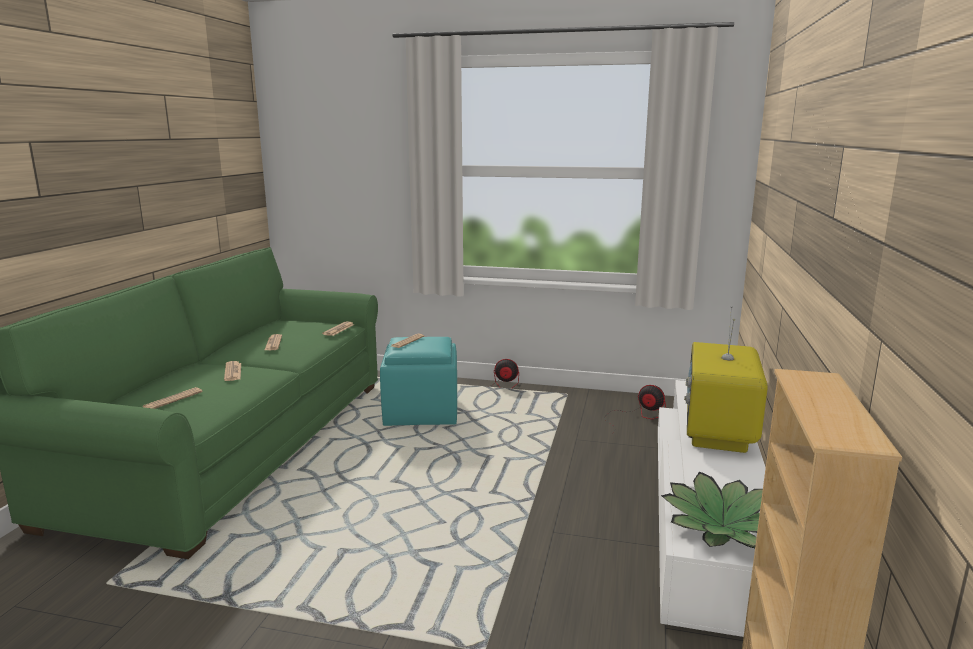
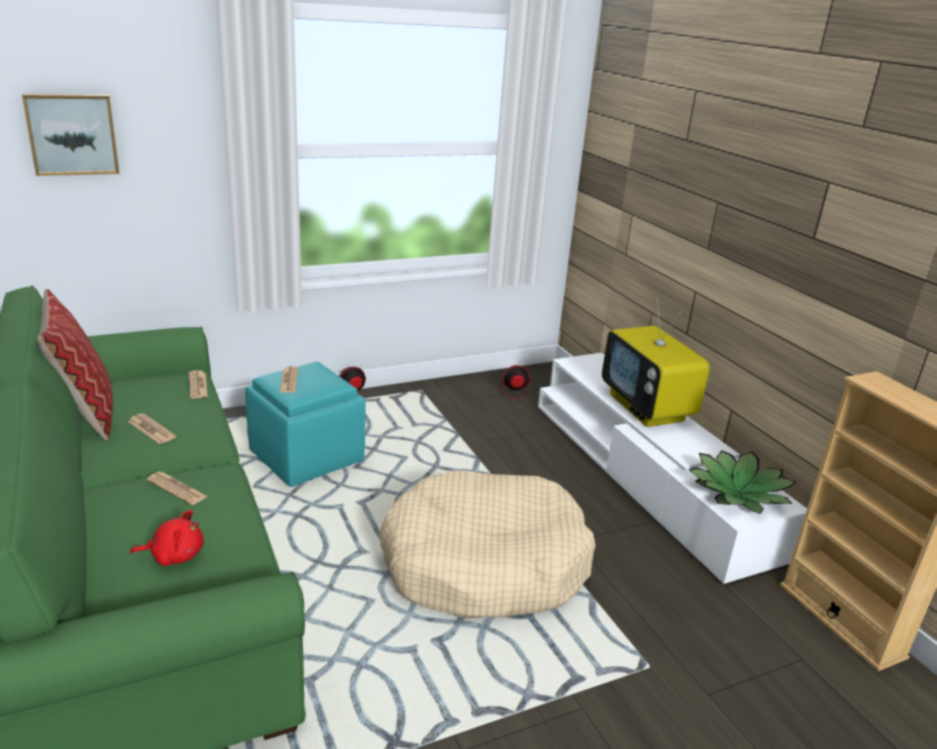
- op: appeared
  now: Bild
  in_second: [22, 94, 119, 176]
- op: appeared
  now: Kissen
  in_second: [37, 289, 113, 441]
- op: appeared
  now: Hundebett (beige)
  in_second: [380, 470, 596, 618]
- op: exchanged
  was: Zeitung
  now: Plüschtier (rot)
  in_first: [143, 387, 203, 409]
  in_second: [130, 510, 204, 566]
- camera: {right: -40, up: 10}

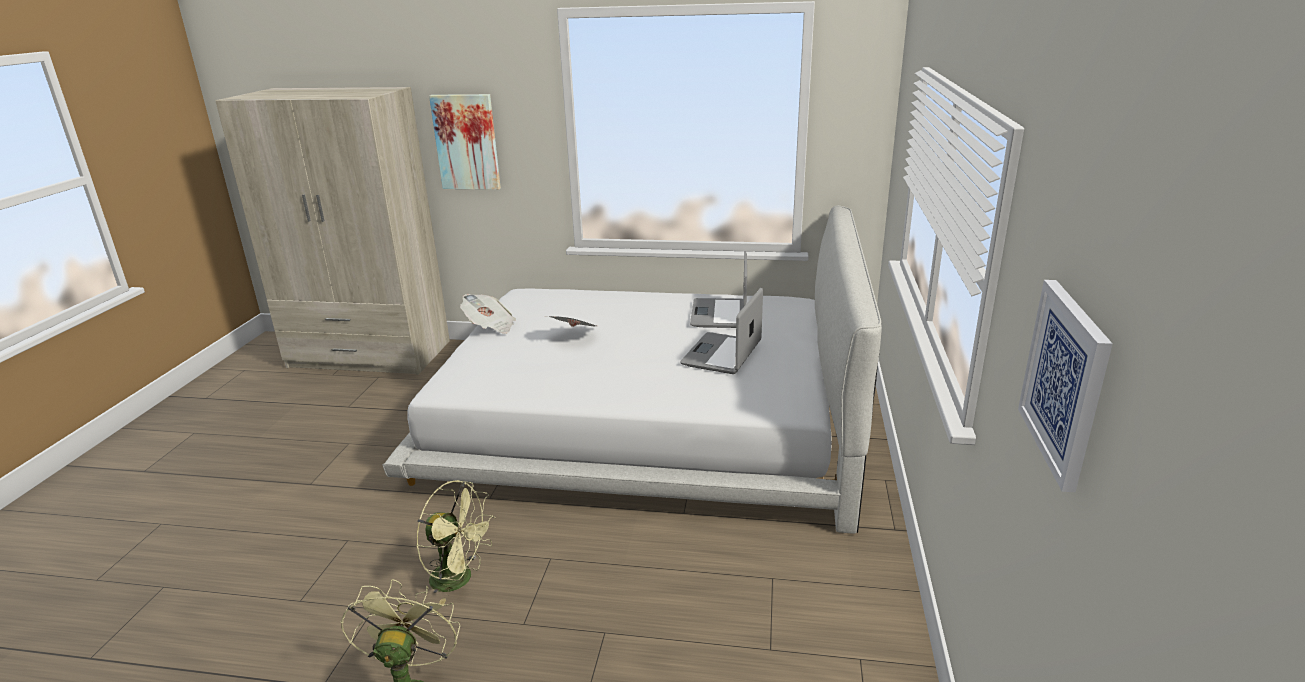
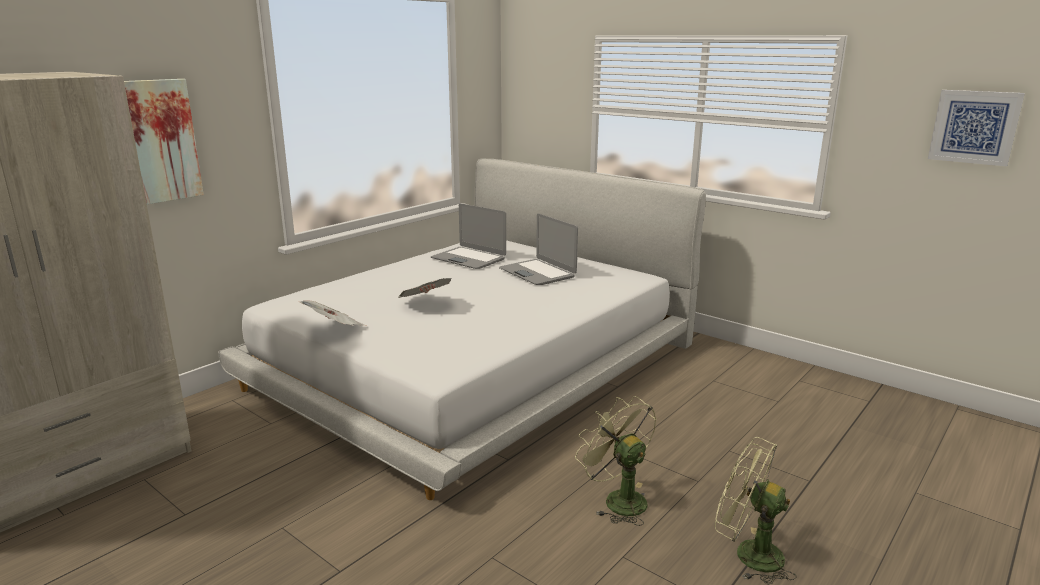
- op: spun
  was: Ventilator (grün)
  in_first: [416, 480, 496, 605]
  in_second: [575, 396, 656, 526]
  clockwise: -90
- camera: {right: -60, up: -5}

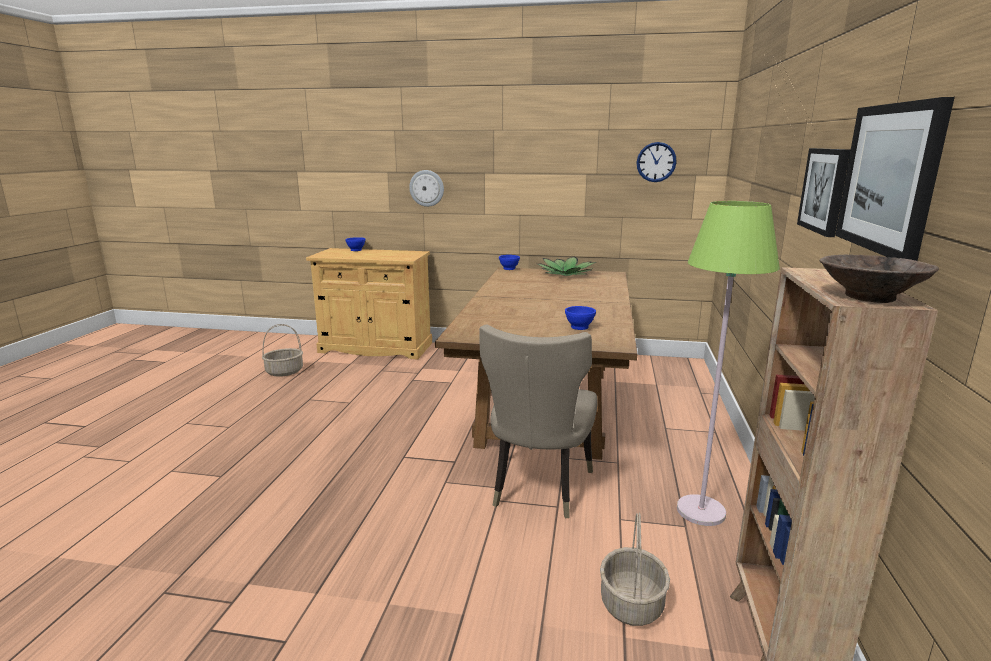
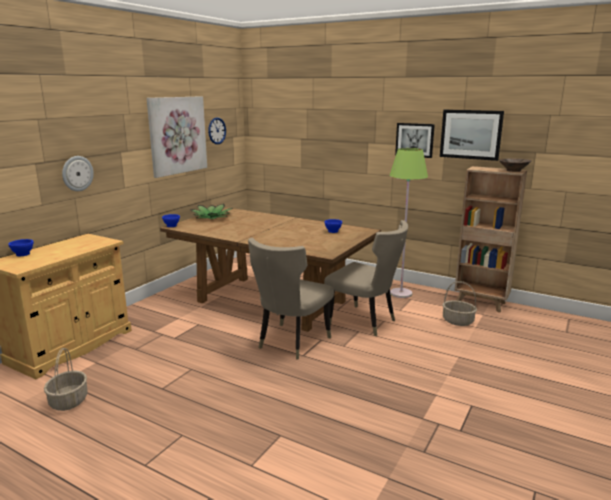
- op: appeared
  now: Bild
  in_second: [147, 96, 207, 178]
- op: appeared
  now: Stuhl (beige)
  in_second: [248, 238, 334, 359]
- camera: {right: -70, up: 0}

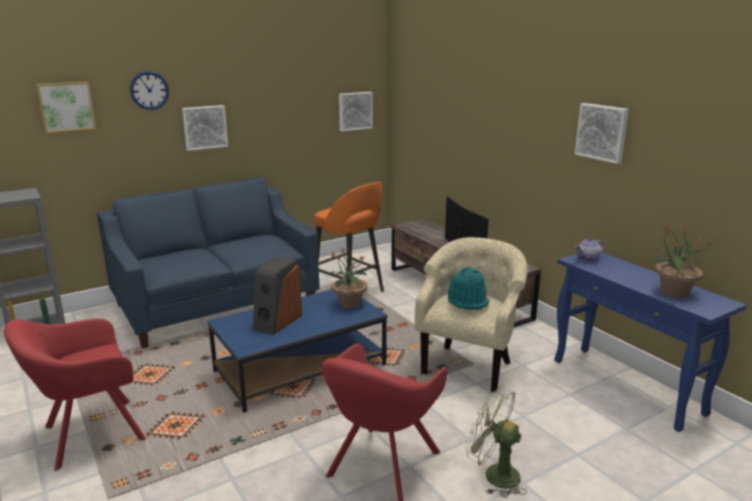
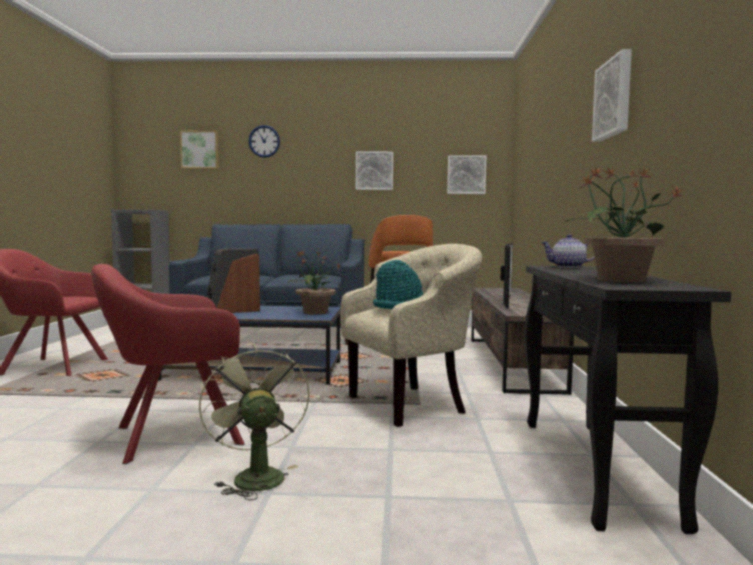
- op: relocated
  was: Bild
  in_first: [182, 105, 228, 151]
  in_second: [356, 151, 393, 190]
- op: colour
  was: Konsolentisch (blau)
  now: Konsolentisch (schwarz)
  in_first: [554, 252, 746, 432]
  in_second: [524, 266, 732, 534]
- camera: {right: 35, up: -15}

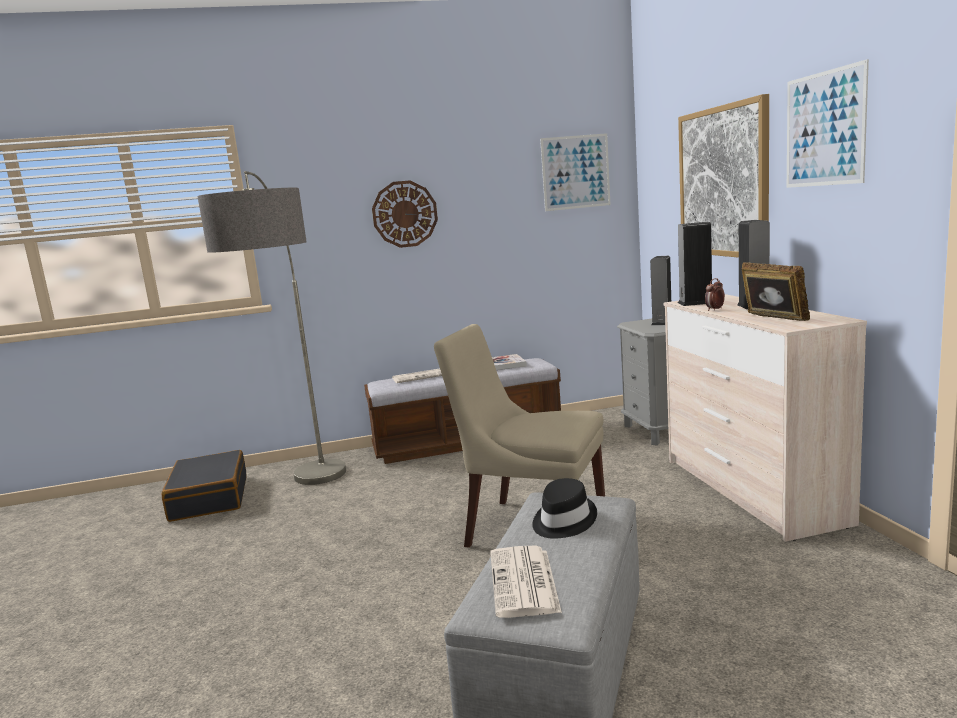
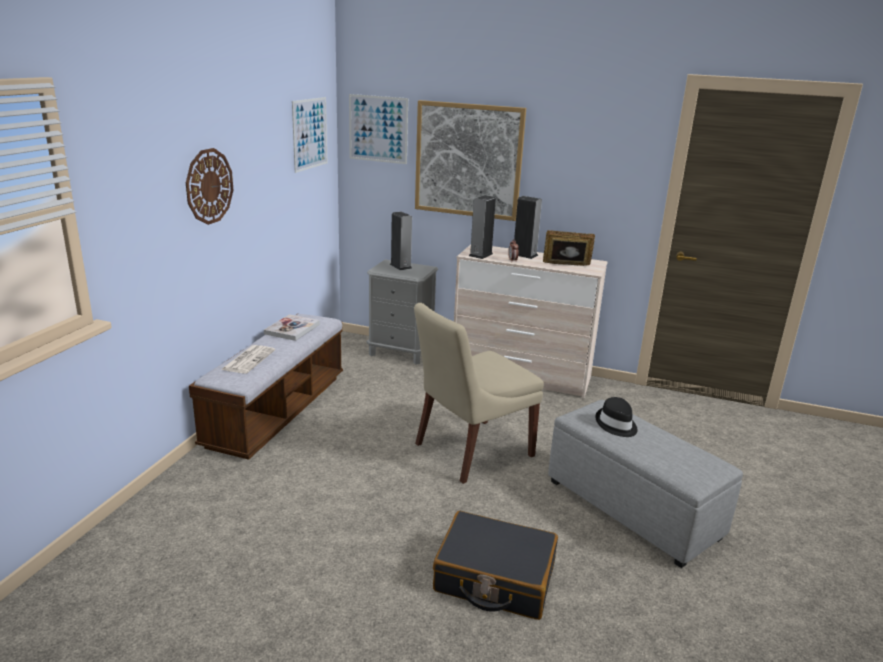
- op: missing
  was: Stehlampe
  in_first: [197, 171, 346, 485]
- op: missing
  was: Zeitung
  in_first: [490, 546, 562, 618]
- op: relocated
  was: Koffer (schwarz)
  in_first: [162, 450, 247, 522]
  in_second: [433, 511, 558, 620]
- op: relocated
  was: Bild
  in_first: [787, 59, 869, 188]
  in_second: [349, 94, 408, 164]
- camera: {right: -60, up: 10}

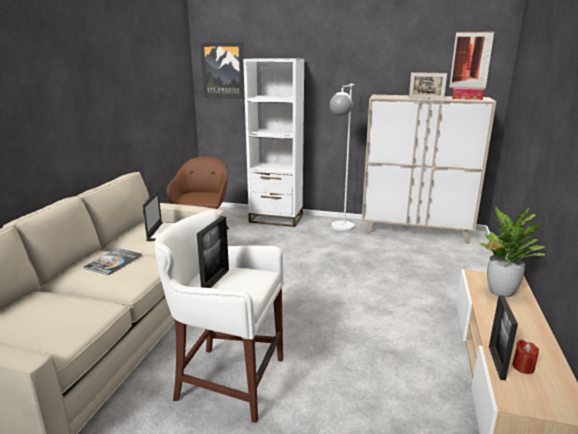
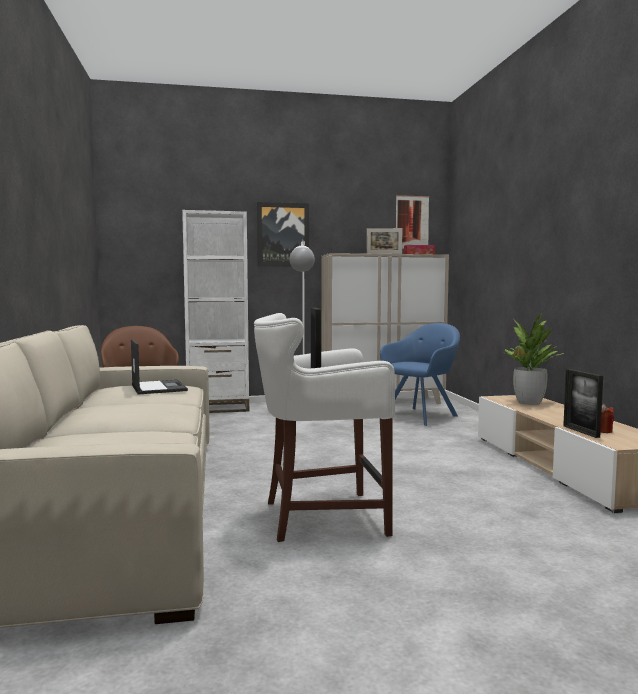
- op: missing
  was: Buch
  in_first: [84, 248, 142, 275]
- op: appeared
  now: Sessel (blau)
  in_second: [380, 323, 460, 426]
- op: relocated
  was: Bild
  in_first: [200, 42, 245, 99]
  in_second: [257, 202, 309, 267]
- camera: {right: -25, up: -15}

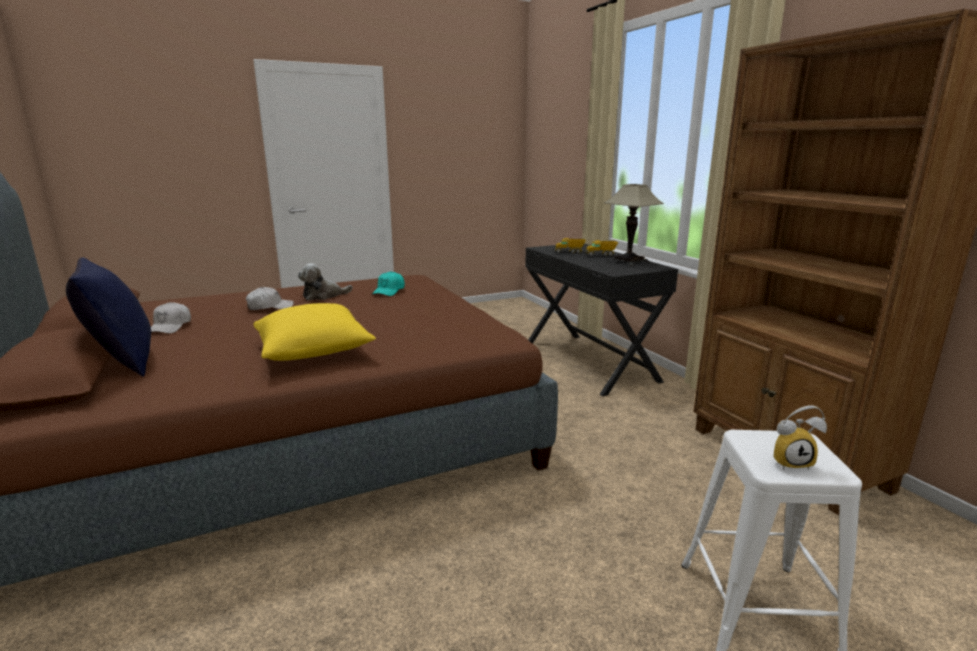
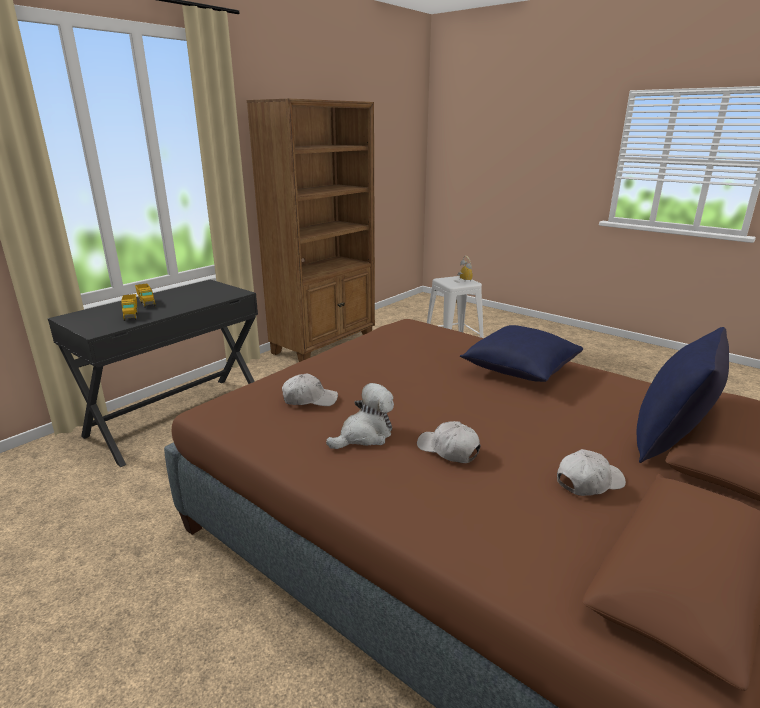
- op: missing
  was: Tischlampe
  in_first: [604, 184, 664, 266]
- op: colour
  was: Kissen (gelb)
  now: Kissen (blau)
  in_first: [253, 303, 376, 361]
  in_second: [460, 325, 583, 382]
- op: colour
  was: Kappe (türkis)
  now: Kappe (weiß)
  in_first: [372, 271, 405, 296]
  in_second: [282, 373, 338, 406]
- op: spun
  was: Plüschtier
  in_first: [298, 263, 353, 301]
  in_second: [326, 383, 394, 449]
  clockwise: -75
- camera: {right: -115, up: 5}

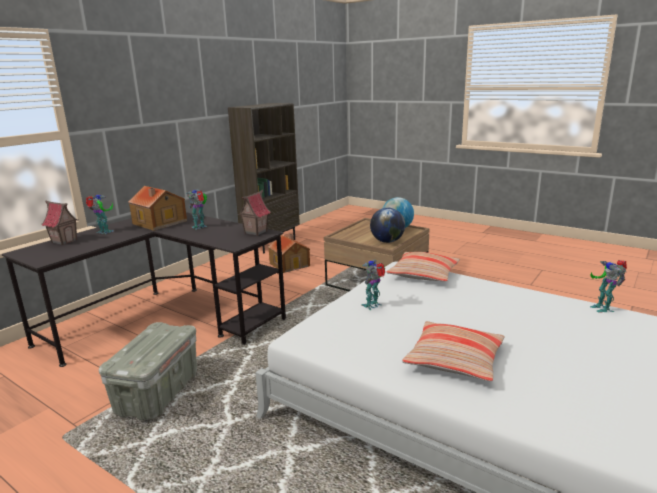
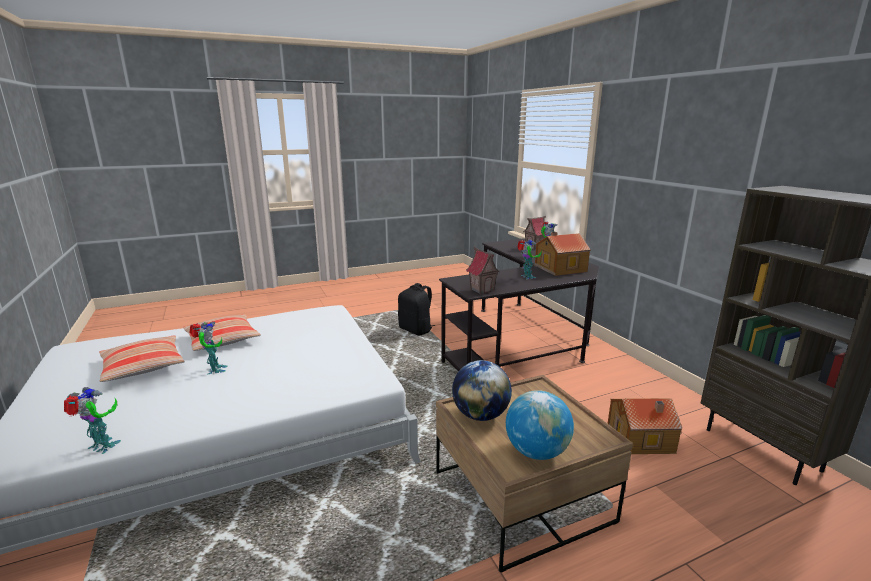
- op: relocated
  was: Spielzeugroboter
  in_first: [361, 259, 385, 310]
  in_second: [189, 322, 227, 374]
- op: relocated
  was: Kissen
  in_first: [386, 252, 460, 282]
  in_second: [99, 335, 185, 382]
- op: exchanged
  was: Aufbewahrungsbox (grau)
  now: Rucksack (schwarz)
  in_first: [99, 322, 197, 421]
  in_second: [398, 283, 435, 335]
- camera: {right: 120, up: 0}

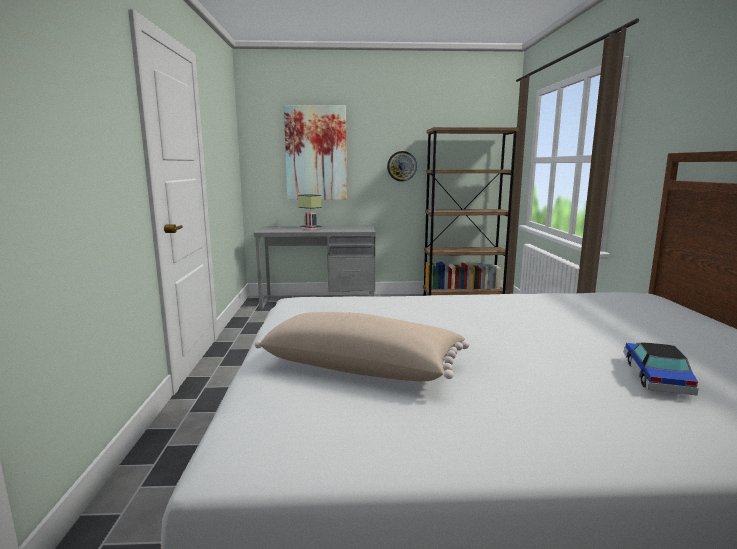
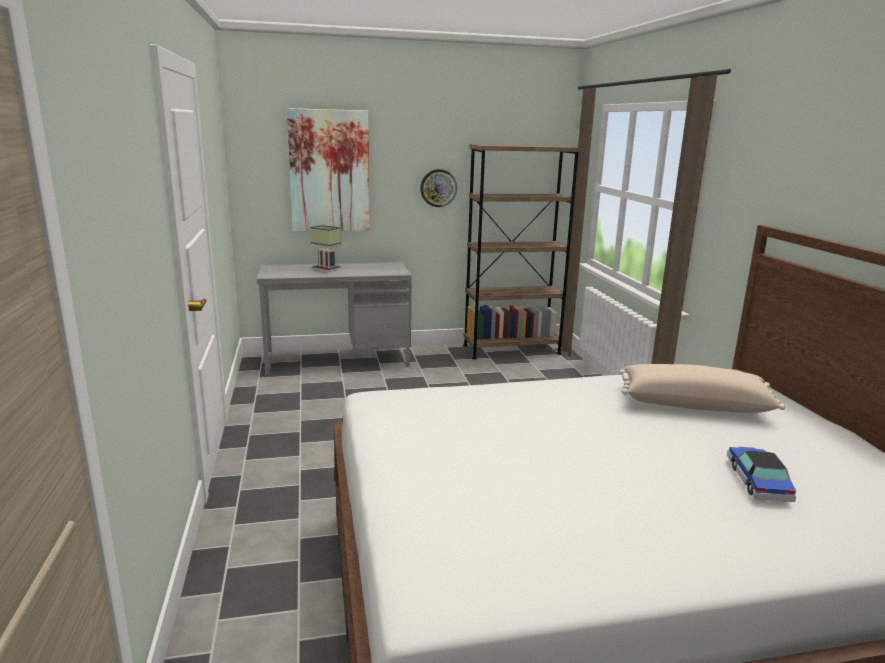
- op: relocated
  was: Kissen (beige)
  in_first: [255, 312, 469, 381]
  in_second: [619, 364, 785, 413]
- camera: {right: -10, up: 5}

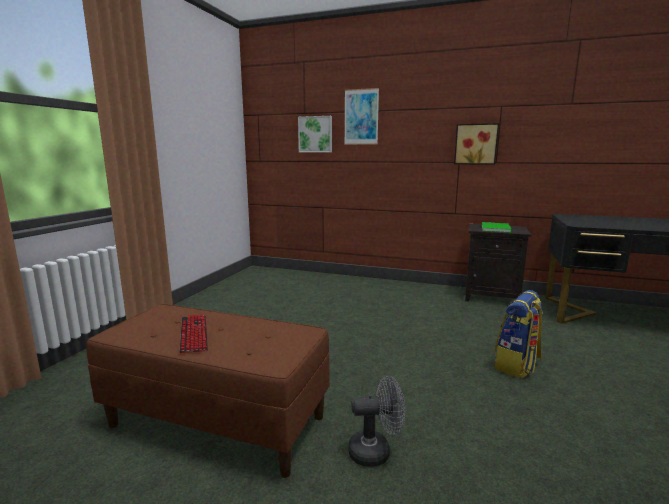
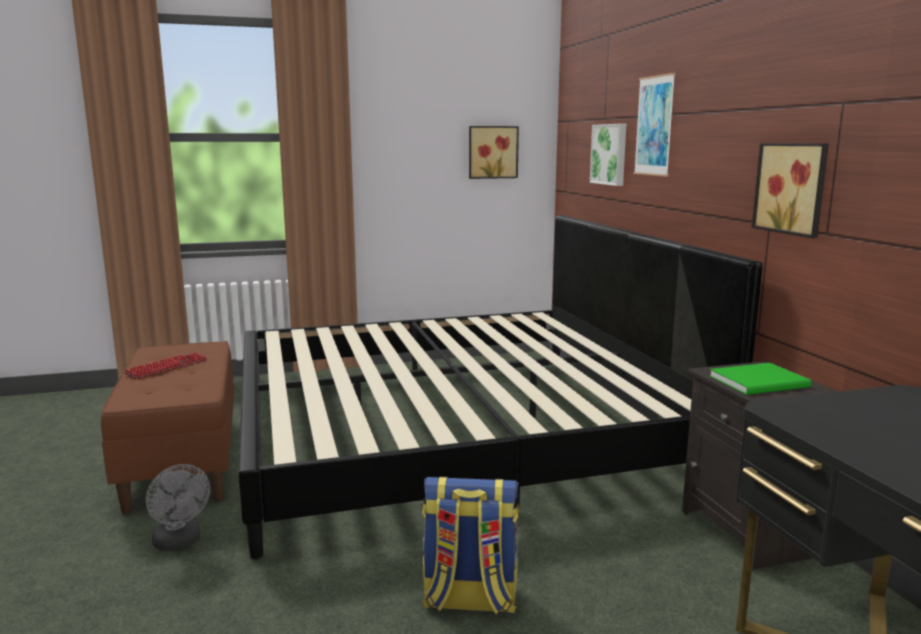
- op: appeared
  now: Bett
  in_second: [238, 215, 763, 559]
- op: appeared
  now: Bild
  in_second: [469, 126, 519, 179]
- camera: {right: 55, up: 0}

